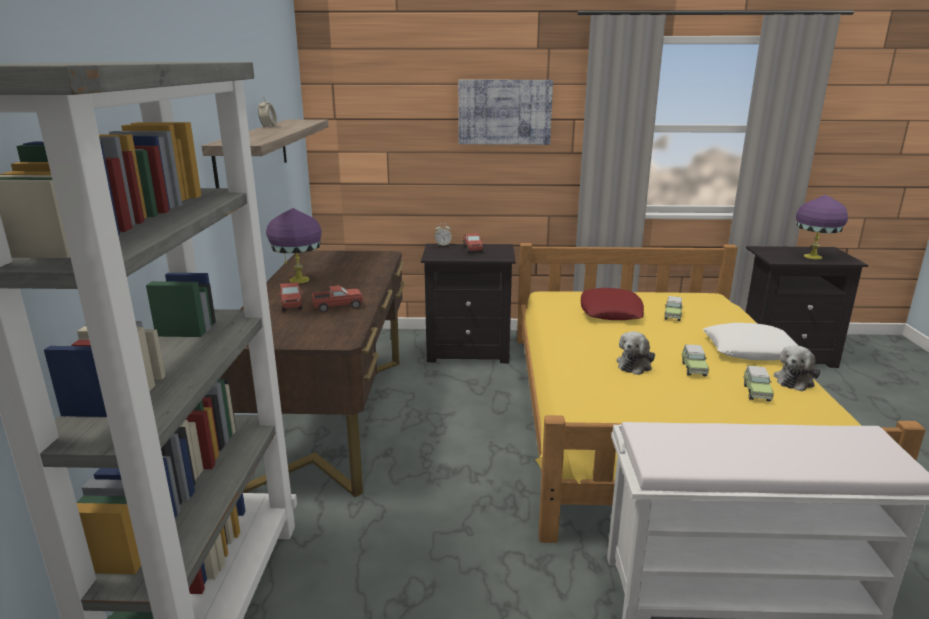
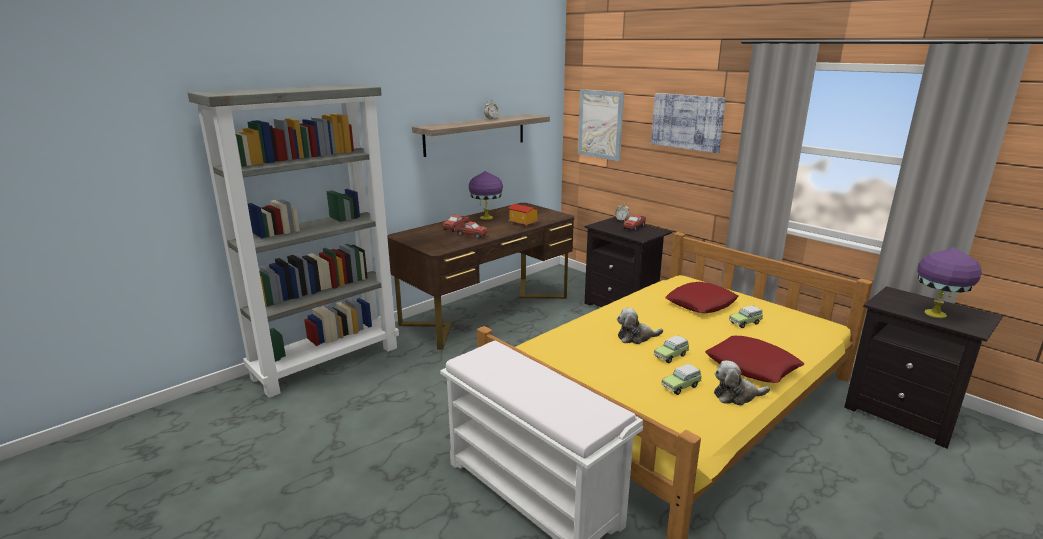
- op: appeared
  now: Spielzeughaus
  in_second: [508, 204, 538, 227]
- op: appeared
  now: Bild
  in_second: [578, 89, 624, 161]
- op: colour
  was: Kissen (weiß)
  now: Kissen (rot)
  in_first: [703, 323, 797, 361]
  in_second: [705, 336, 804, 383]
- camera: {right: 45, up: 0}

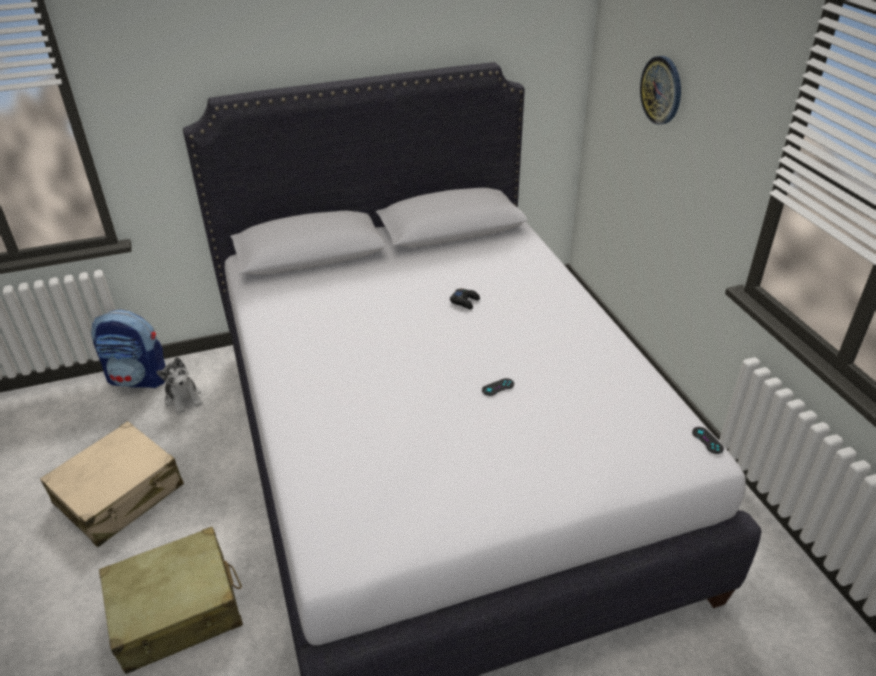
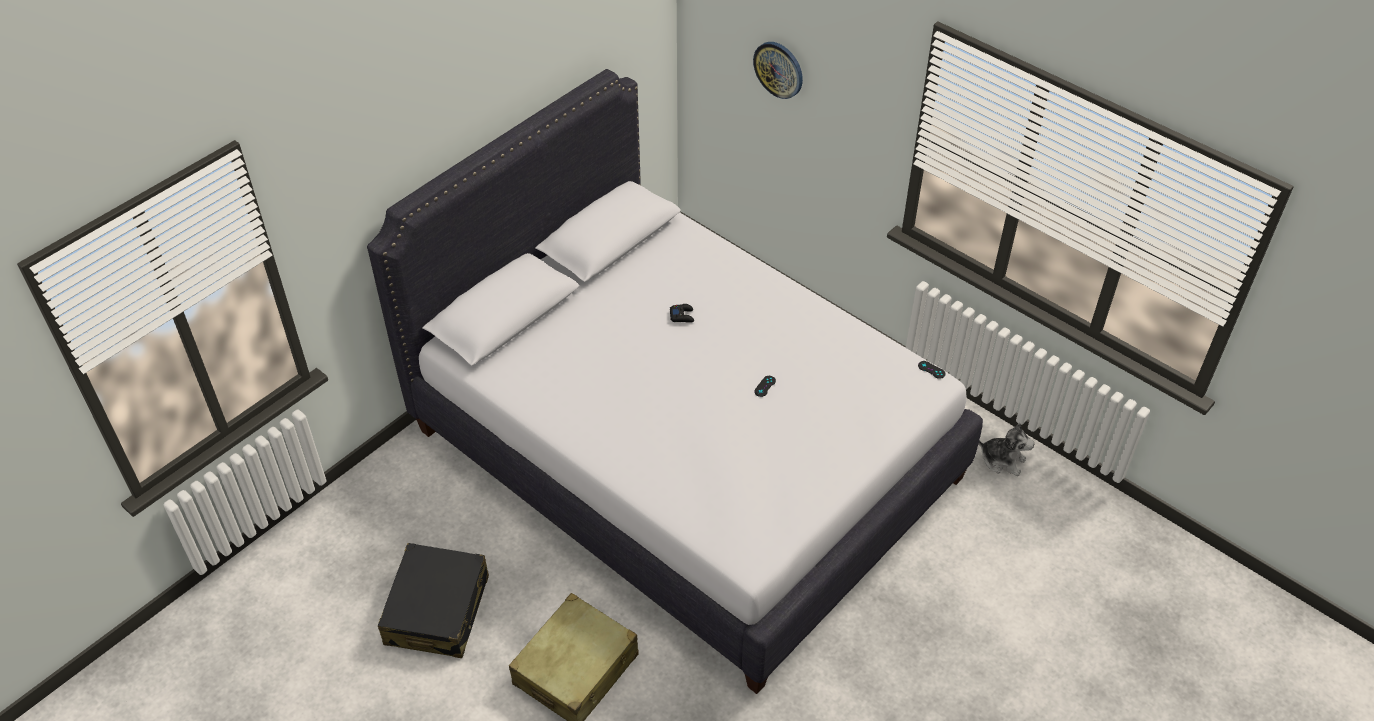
- op: missing
  was: Rucksack
  in_first: [91, 309, 166, 388]
- op: relocated
  was: Plüschtier
  in_first: [157, 357, 203, 414]
  in_second: [979, 423, 1034, 476]
- op: colour
  was: Koffer (beige)
  now: Koffer (schwarz)
  in_first: [40, 421, 184, 547]
  in_second: [378, 543, 489, 658]
- camera: {right: -30, up: 10}

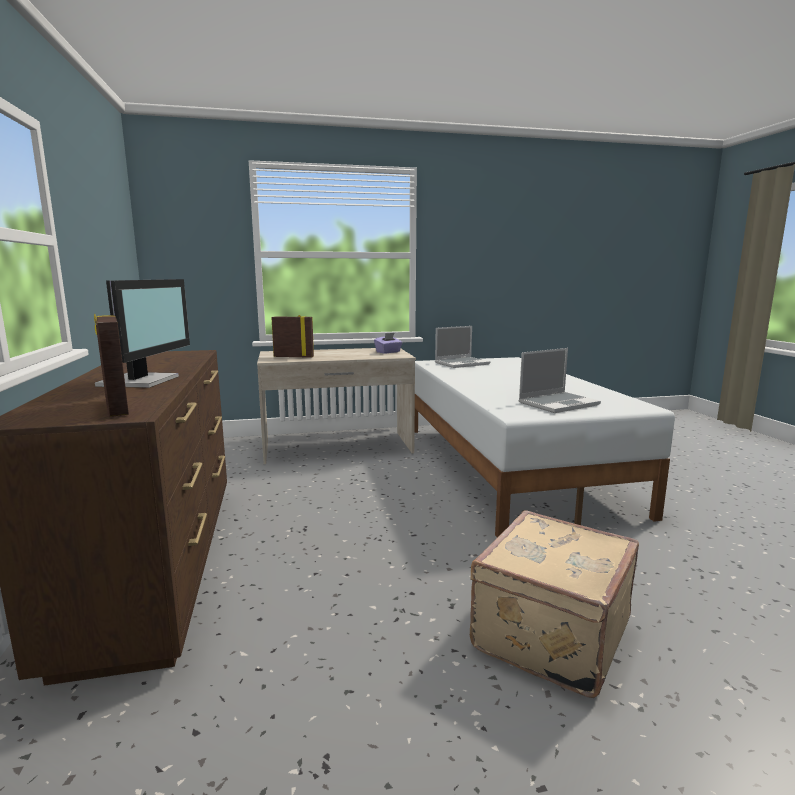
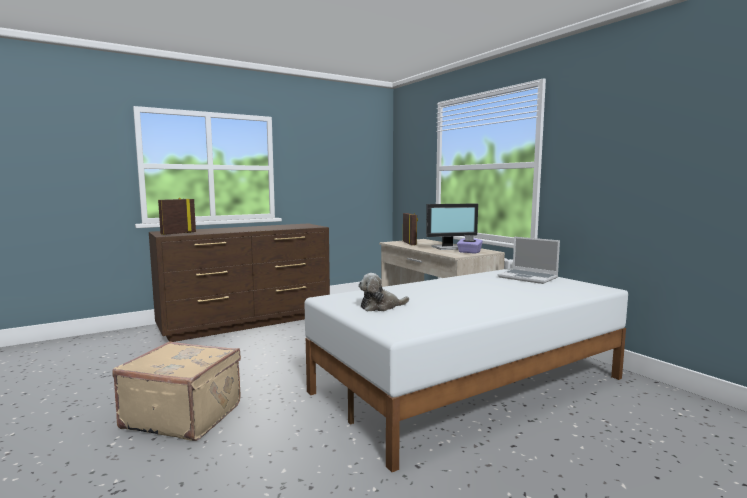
- op: relocated
  was: Monitor
  in_first: [95, 279, 190, 388]
  in_second: [426, 203, 478, 250]
- op: exchanged
  was: Laptop
  now: Plüschtier
  in_first: [519, 348, 601, 413]
  in_second: [358, 273, 409, 312]
- camera: {right: 70, up: -5}

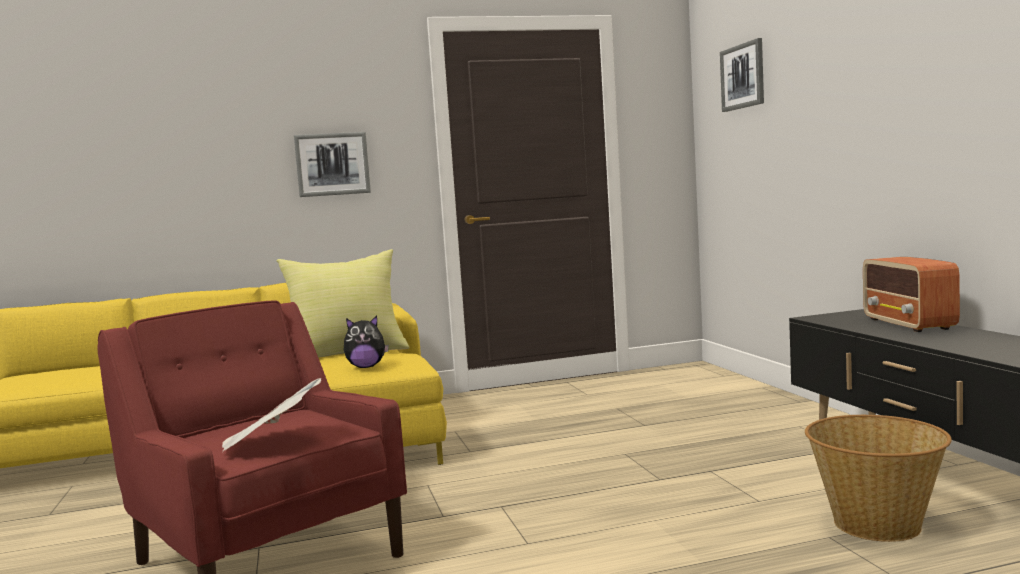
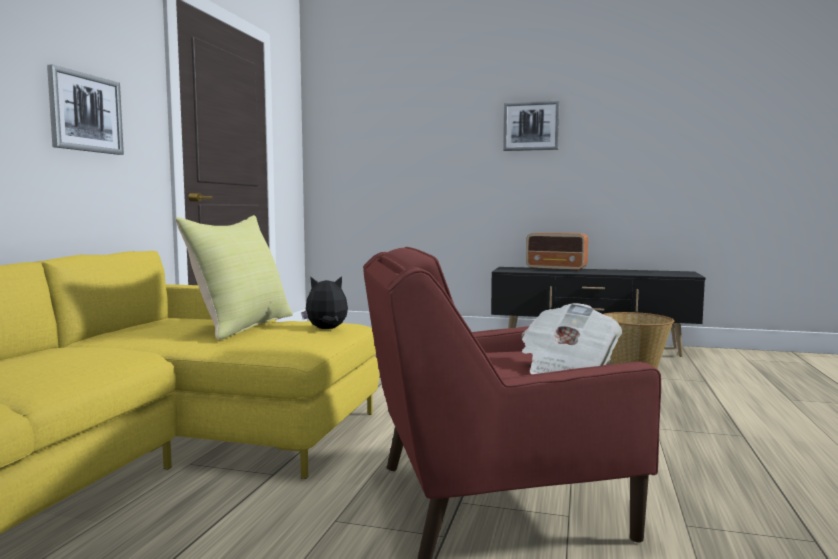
- op: relocated
  was: Bild
  in_first: [720, 38, 764, 112]
  in_second: [503, 101, 559, 151]
- op: spun
  was: Plüschtier
  in_first: [344, 316, 389, 368]
  in_second: [301, 276, 348, 329]
  clockwise: -120
- camera: {right: -60, up: 0}

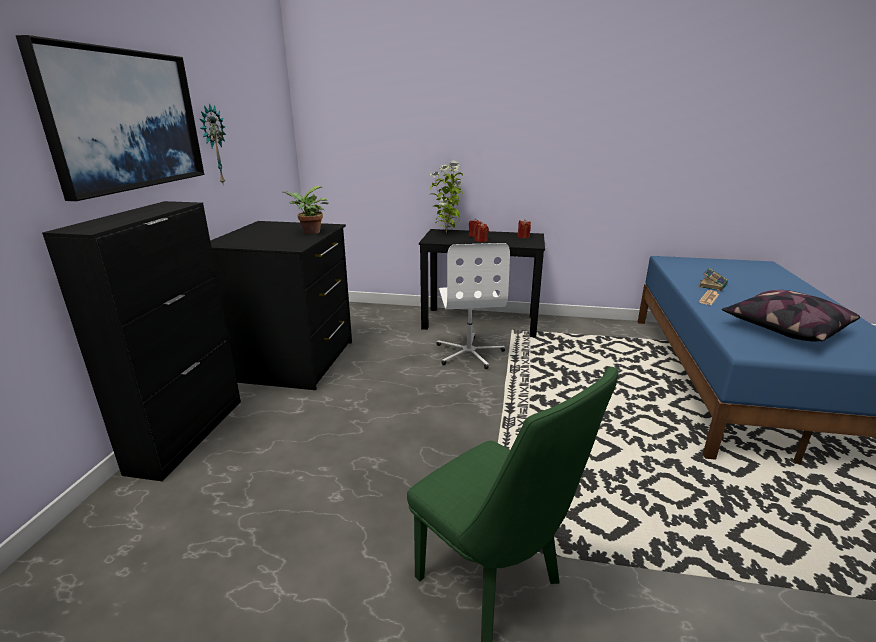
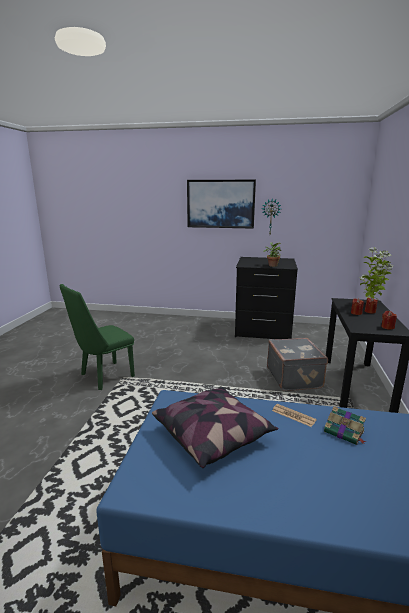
- op: missing
  was: Schrank (schwarz)
  in_first: [42, 201, 241, 481]
- op: exchanged
  was: Bürostuhl (weiß)
  now: Koffer (grau)
  in_first: [437, 243, 510, 369]
  in_second: [267, 338, 328, 391]
- camera: {right: 90, up: -5}

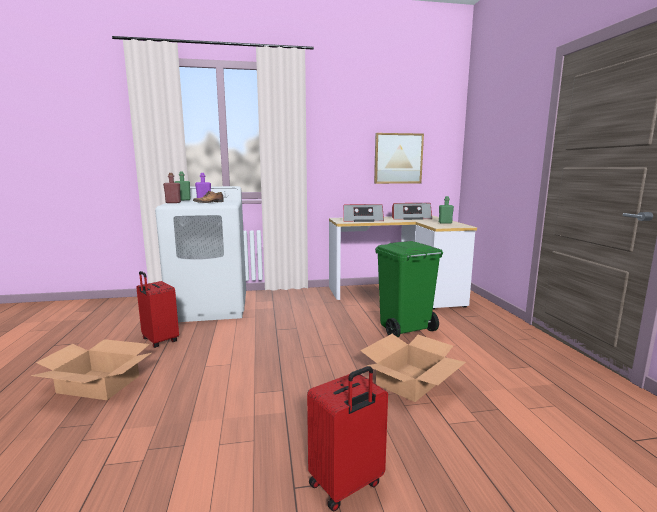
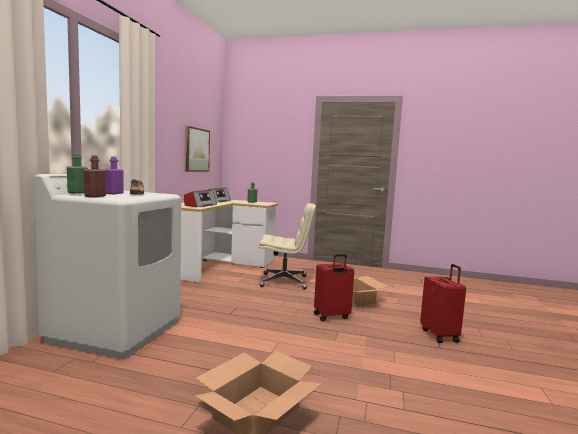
- op: relocated
  was: Koffer (rot)
  in_first: [136, 271, 179, 348]
  in_second: [314, 254, 354, 321]
- op: exchanged
  was: Mülleimer (grün)
  now: Bürostuhl (beige)
  in_first: [375, 241, 443, 338]
  in_second: [259, 203, 316, 290]
- camera: {right: -65, up: -5}

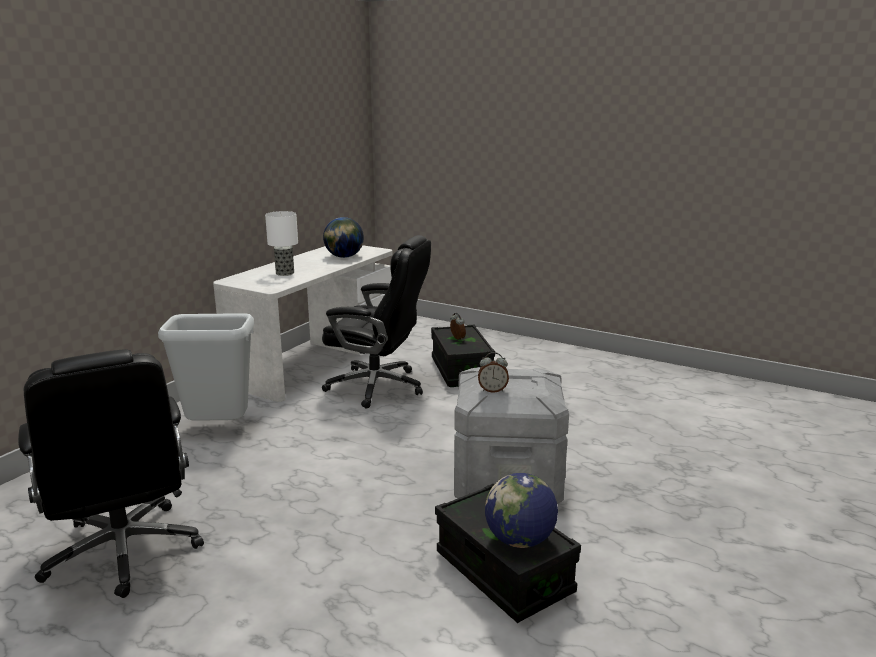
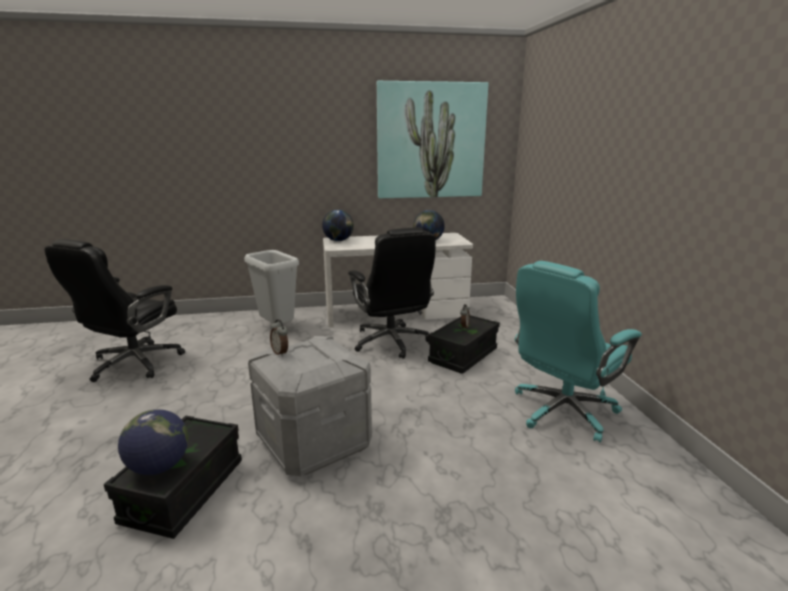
- op: missing
  was: Tischlampe
  in_first: [265, 211, 298, 276]
- op: appeared
  now: Globus
  in_second: [322, 210, 354, 241]
- op: appeared
  now: Bild
  in_second: [377, 81, 489, 198]
- op: appeared
  now: Bürostuhl (türkis)
  in_second: [515, 261, 642, 442]
- camera: {right: 50, up: 0}

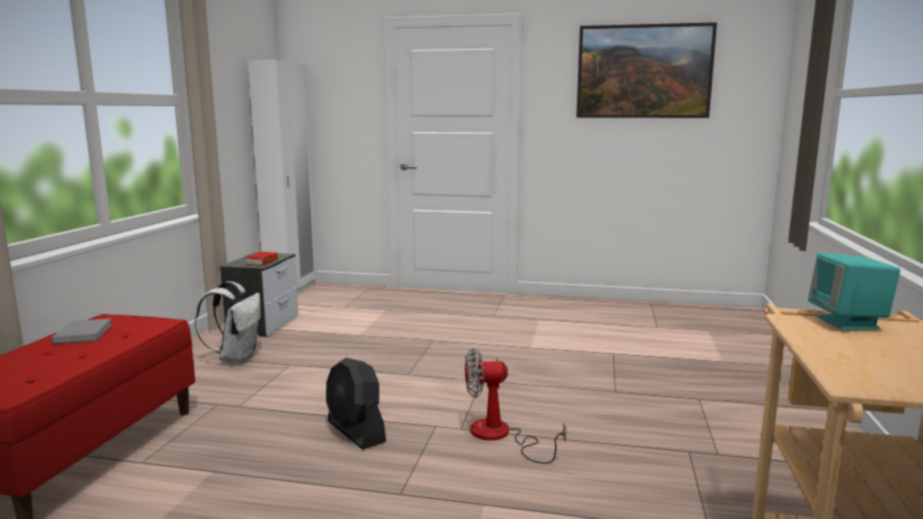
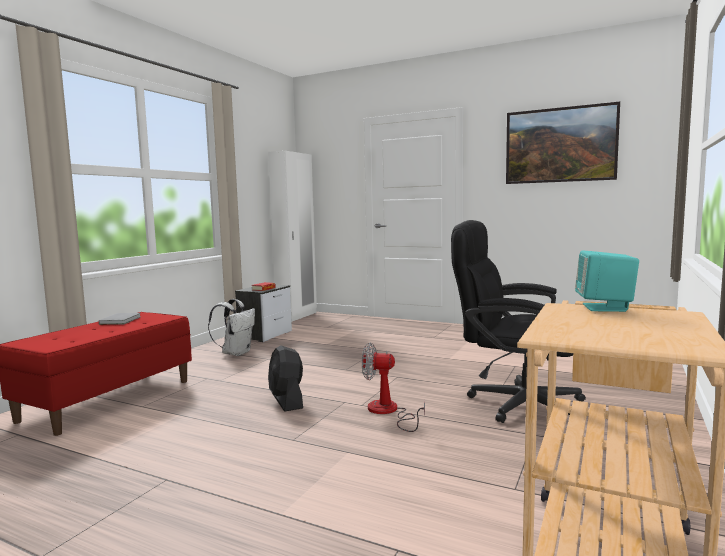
- op: appeared
  now: Bürostuhl (schwarz)
  in_second: [451, 220, 586, 423]
- camera: {right: 15, up: -5}

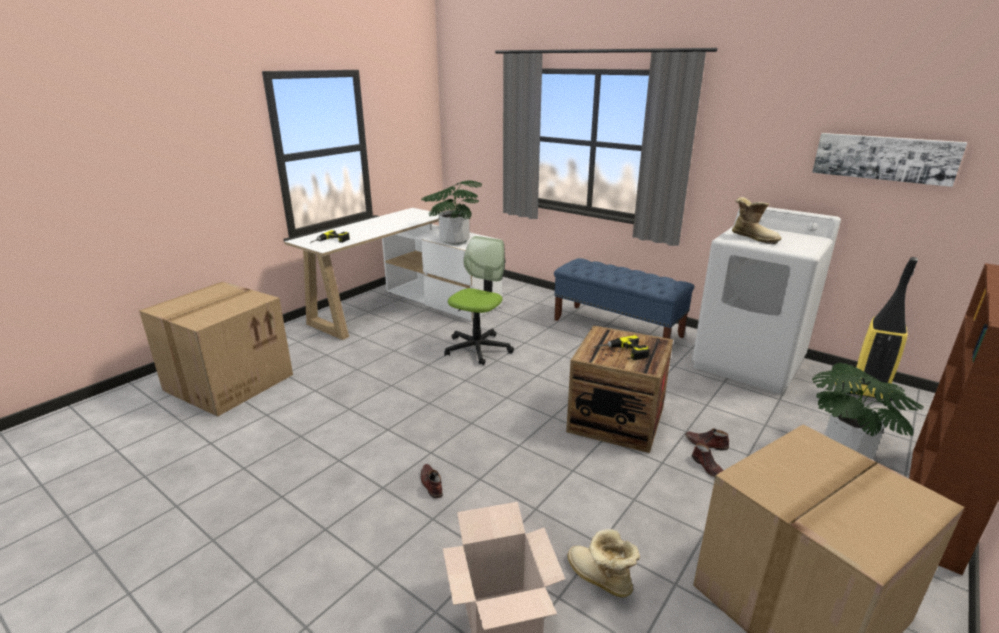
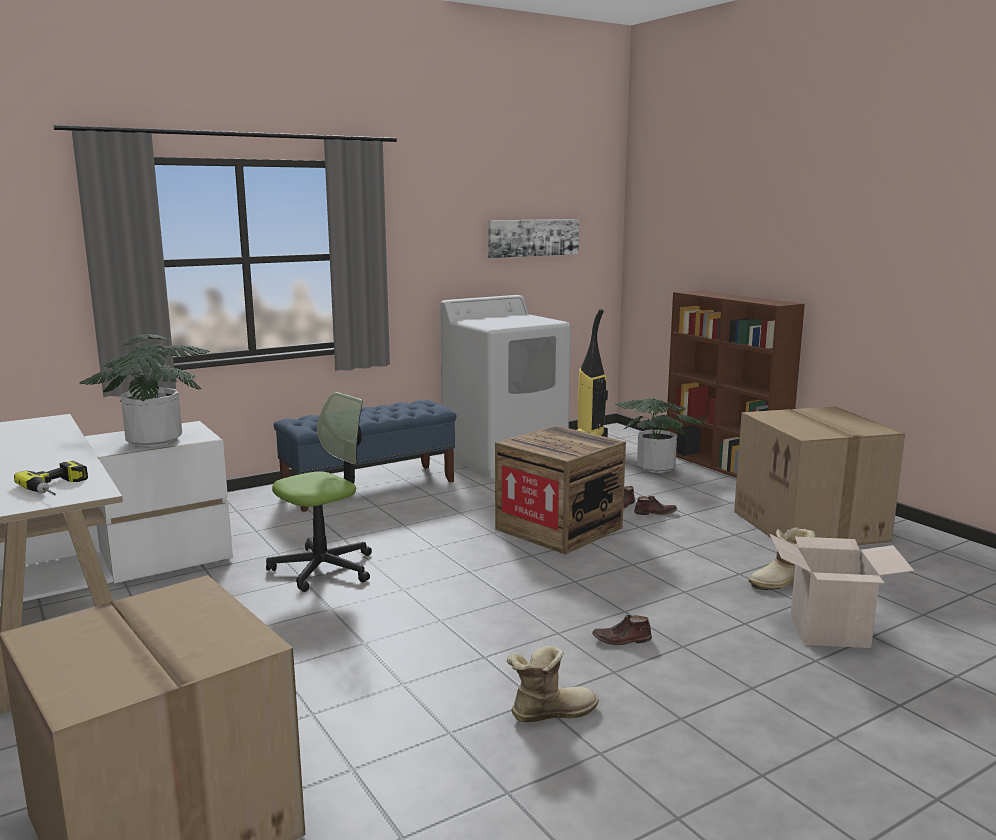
- op: missing
  was: Bohrmaschine
  in_first: [594, 335, 650, 360]
- op: relocated
  was: Stiefel
  in_first: [732, 197, 781, 244]
  in_second: [507, 646, 599, 722]
- op: spun
  was: Bürostuhl
  in_first: [444, 236, 514, 365]
  in_second: [266, 392, 372, 592]
  clockwise: 90
- camera: {right: -70, up: -10}

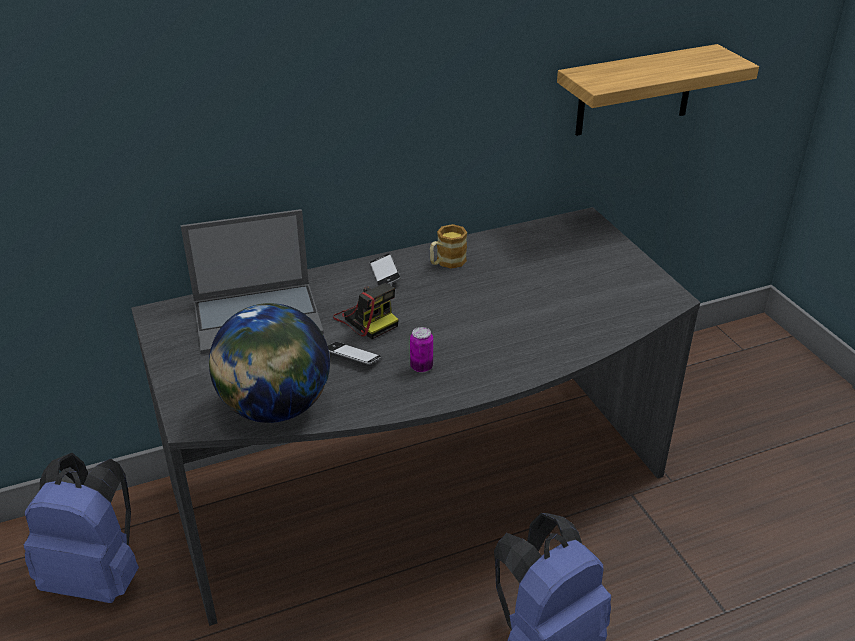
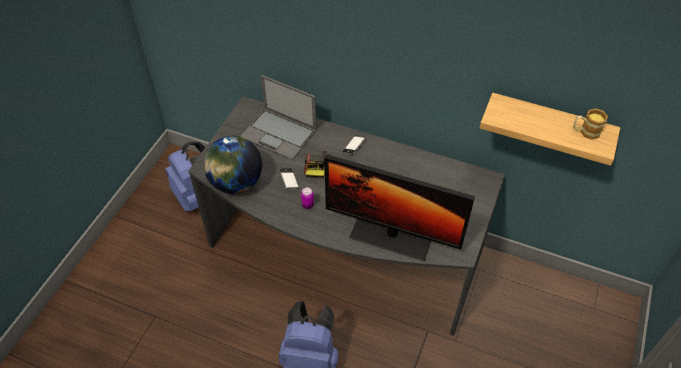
- op: appeared
  now: Monitor
  in_second: [324, 155, 475, 261]
- op: relocated
  was: Henkelbecher
  in_first: [430, 224, 467, 269]
  in_second: [573, 108, 608, 140]
- camera: {right: 45, up: 15}

